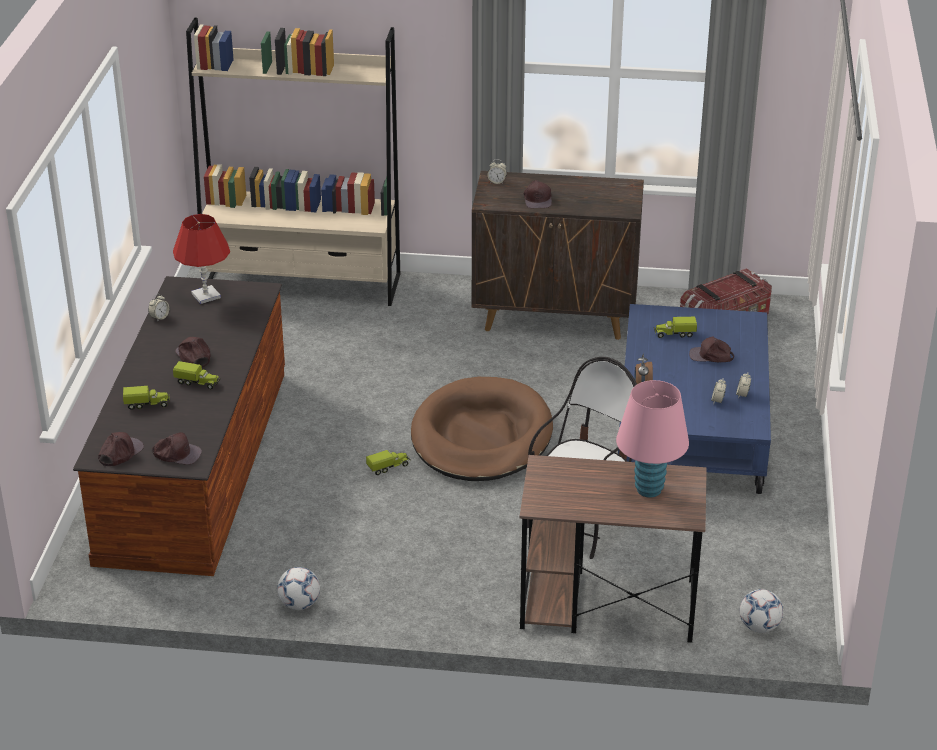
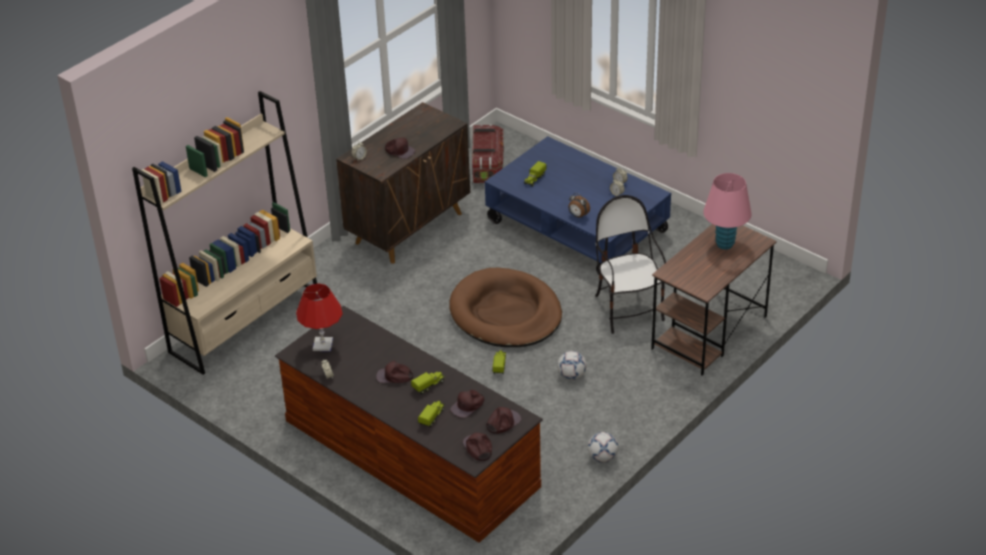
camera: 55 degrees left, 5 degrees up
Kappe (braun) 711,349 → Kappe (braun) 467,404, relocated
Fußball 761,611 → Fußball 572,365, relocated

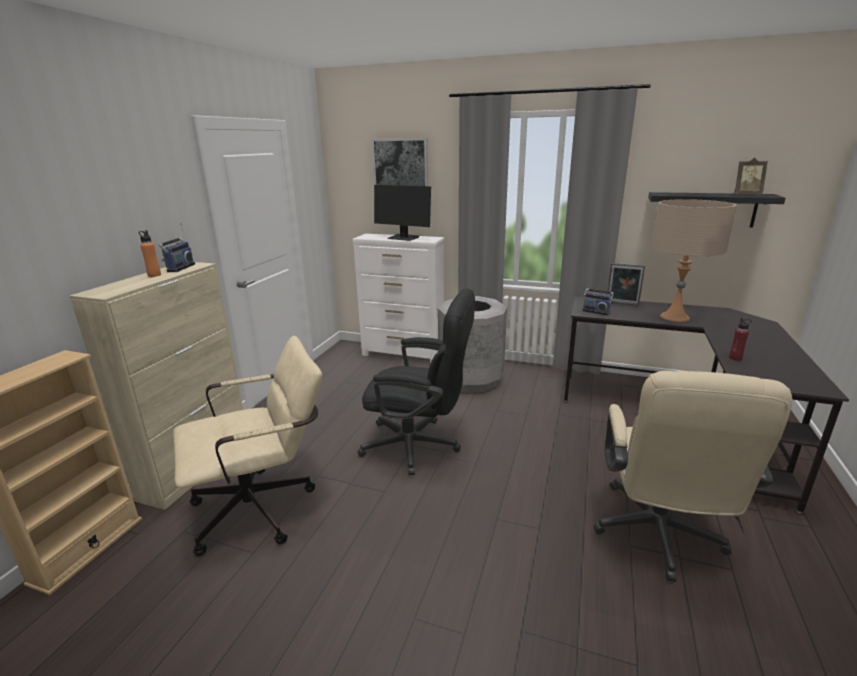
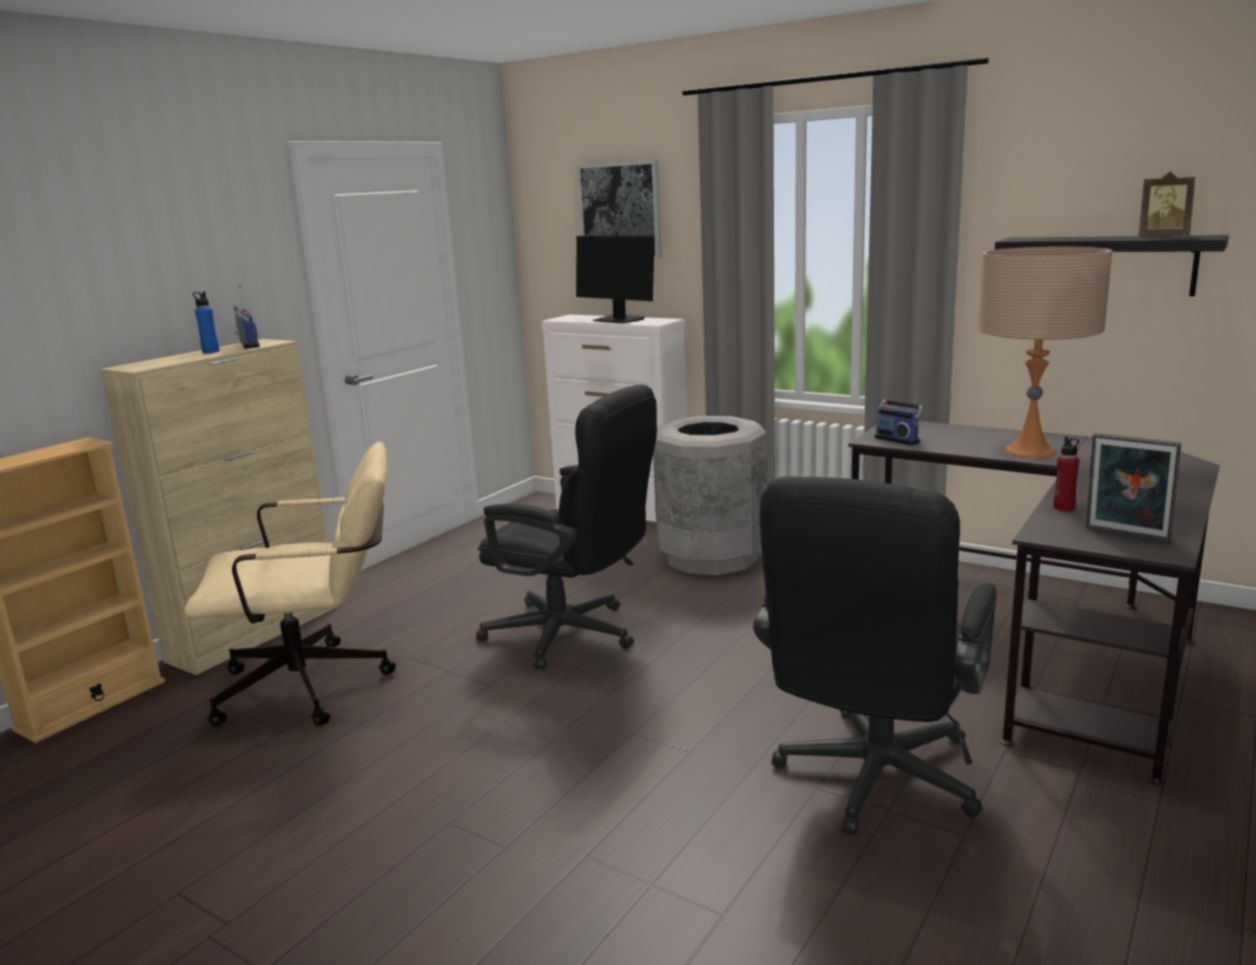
camera: 15 degrees right, 5 degrees down
Radio 177,247 → Radio 247,317, 45 degrees counterclockwise
Flasche (orange) 149,253 → Flasche (blau) 206,322
Bilderrahmen 626,284 → Bilderrahmen 1133,487, relocated
Bürostuhl (beige) 693,476 → Bürostuhl (schwarz) 875,655

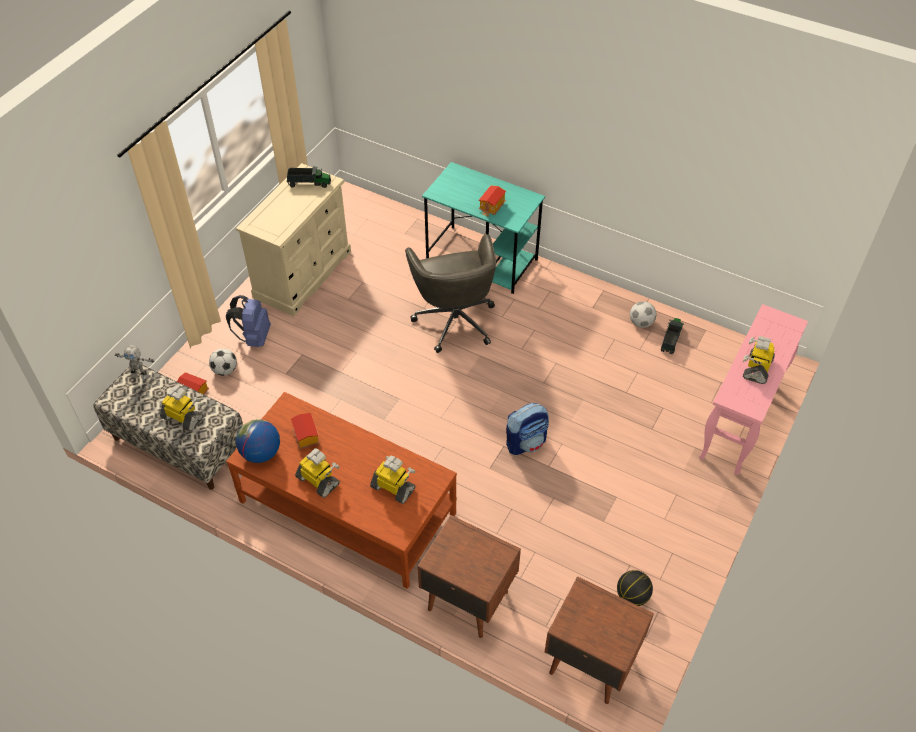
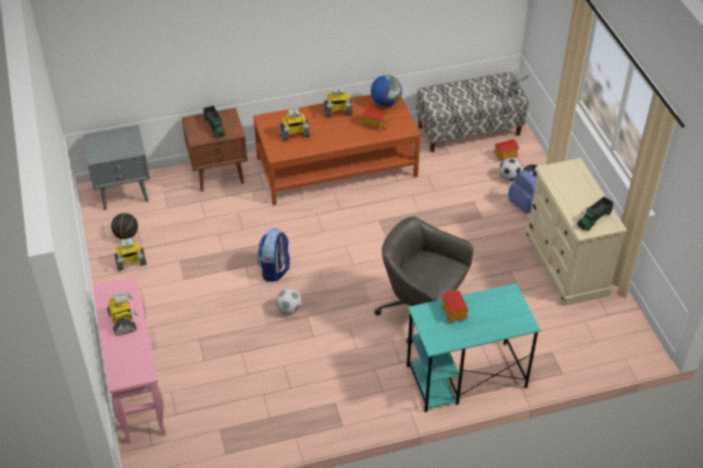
camera: 135 degrees right, 5 degrees down
Fußball 643,314 → Fußball 289,301, relocated
Spielzeuglaster 672,336 → Spielzeuglaster 214,122, relocated
Spielzeugroboter 182,408 → Spielzeugroboter 130,254, relocated
Nachttisch (braun) 599,640 → Nachttisch (grau) 116,167

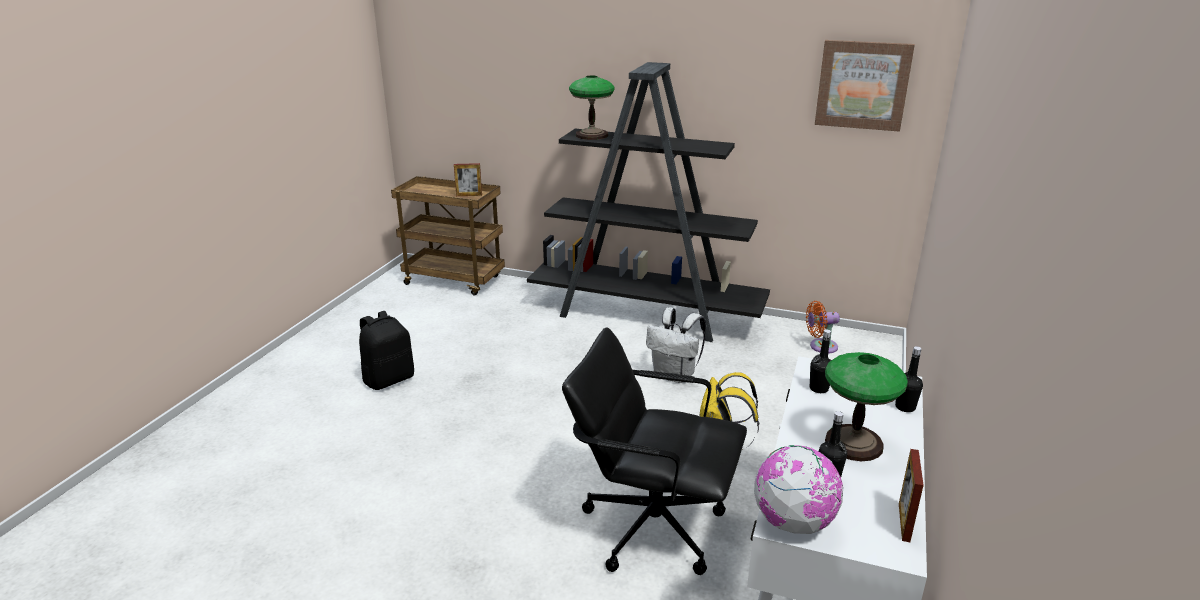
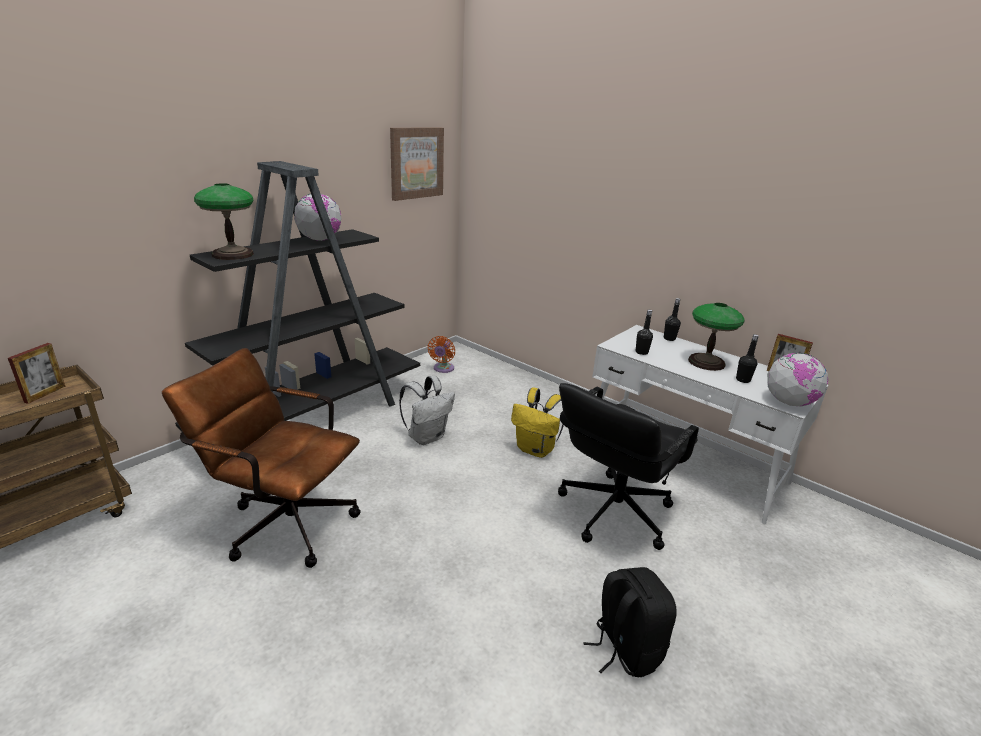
camera: 70 degrees left, 0 degrees up
Rucksack (schwarz) 386,350 → Rucksack (schwarz) 630,622, relocated
- → Globus 317,217
- → Bürostuhl (braun) 261,458

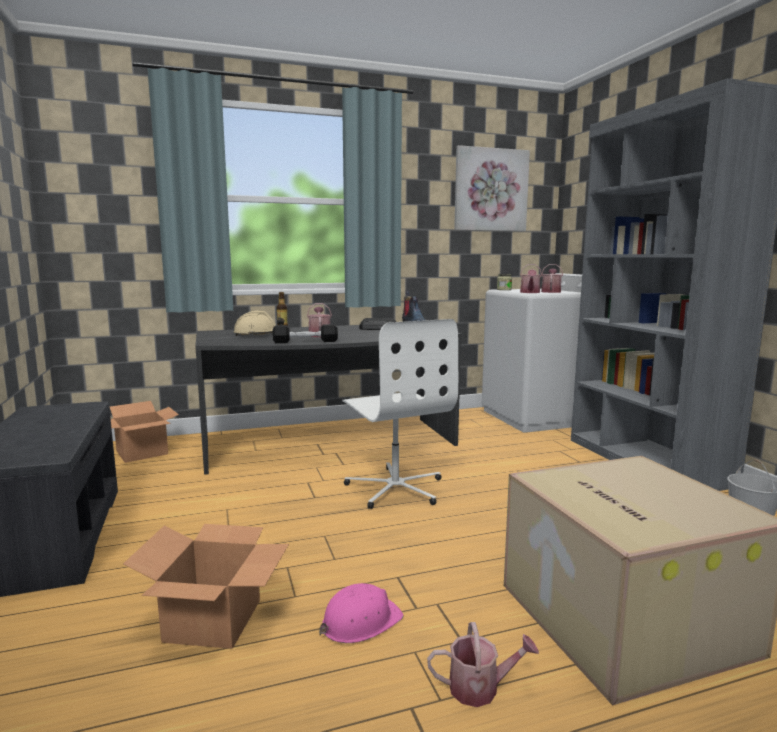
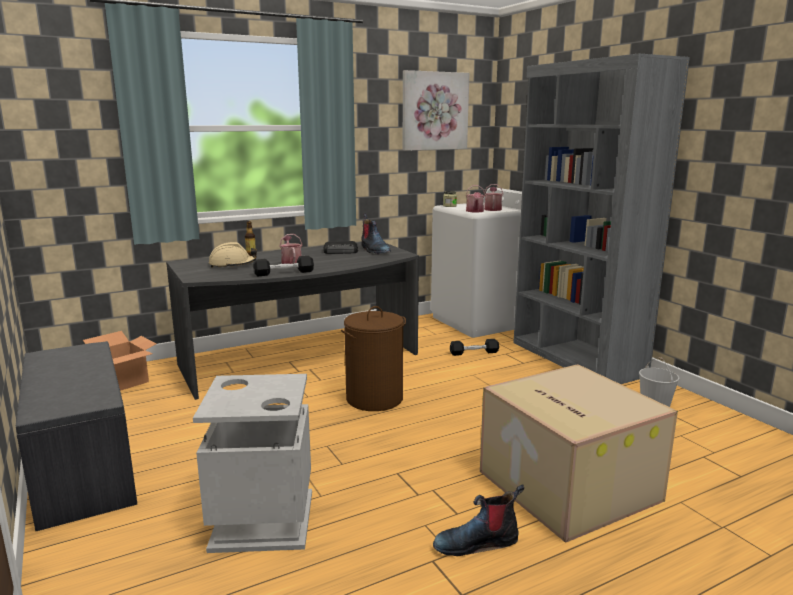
camera: 10 degrees left, 5 degrees up
Bürostuhl (weiß) 400,414 → Wäschekorb (braun) 373,358
Karton 206,586 → Mülleimer (grau) 252,463
Schutzhelm (rosa) 361,613 → -
Gießkanne 483,664 → Stiefel 478,520
- → Hantel (schwarz) 474,347

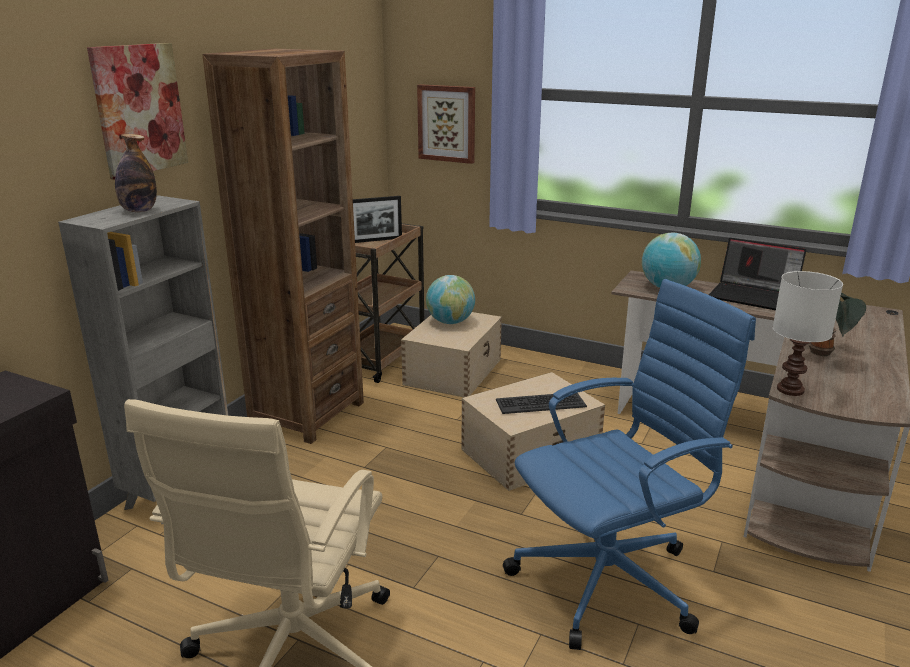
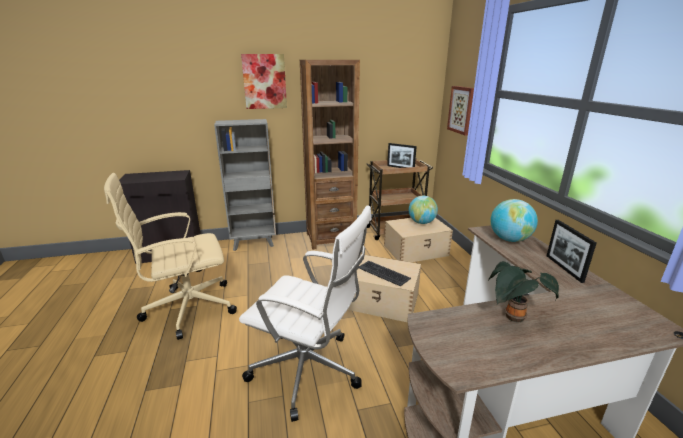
camera: 50 degrees right, 0 degrees up
Flasche 136,173 → -
Laptop 757,274 → Bilderrahmen 572,251
Tischlampe (weiß) 808,333 → -
Bürostuhl (blau) 629,464 → Bürostuhl (weiß) 305,313

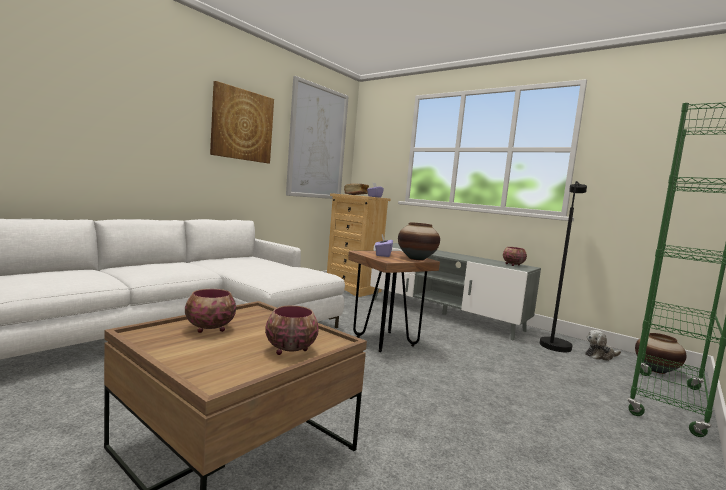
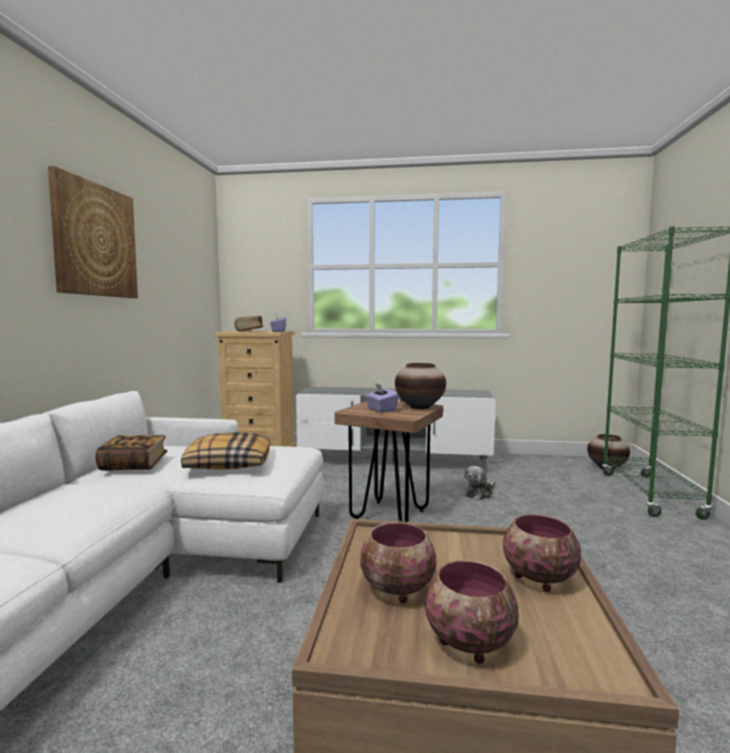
camera: 30 degrees left, 0 degrees up
Bild 317,137 → -
Stehlampe (schwarz) 563,266 → -
Schüssel 515,256 → Schüssel 472,612, relocated
Plüschtier 603,345 → Plüschtier 479,483, relocated
- → Kissen 225,450
- → Buch 131,453

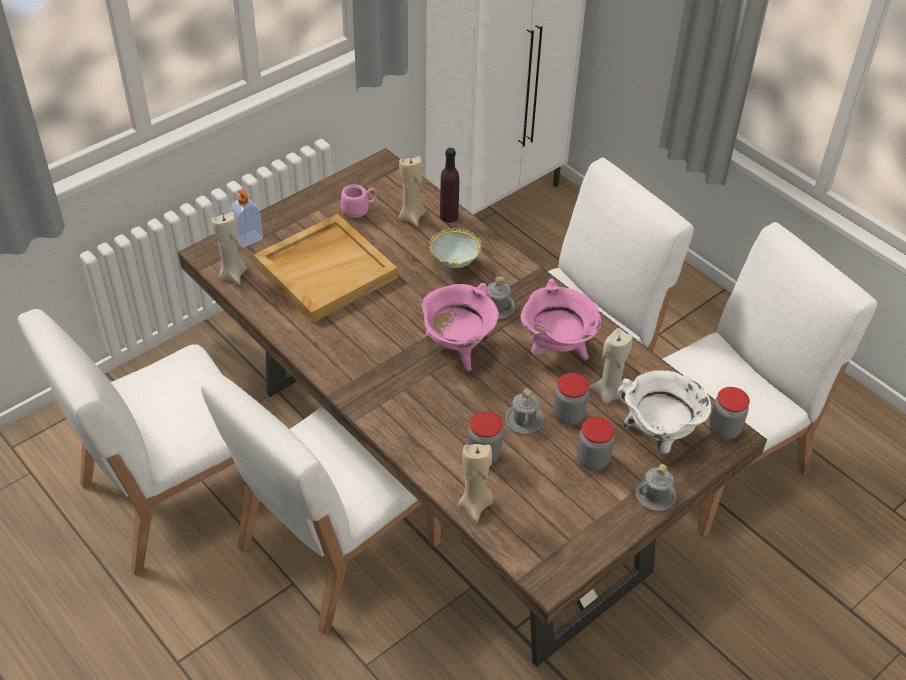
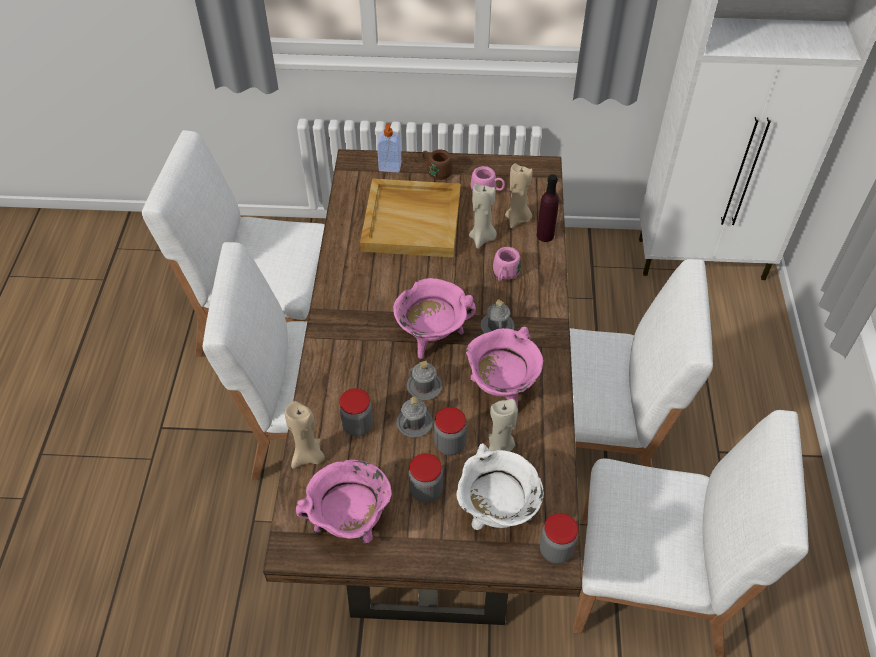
camera: 45 degrees right, 5 degrees up
Kerze (beige) 229,248 → Kerze (beige) 483,216, relocated
Schüssel 455,248 → Henkelbecher (rosa) 507,264
Henkelbecher (grau) 656,487 → Henkelbecher (grau) 424,380, relocated
- → Henkelbecher (braun) 437,164
- → Kochtopf (rosa) 344,501

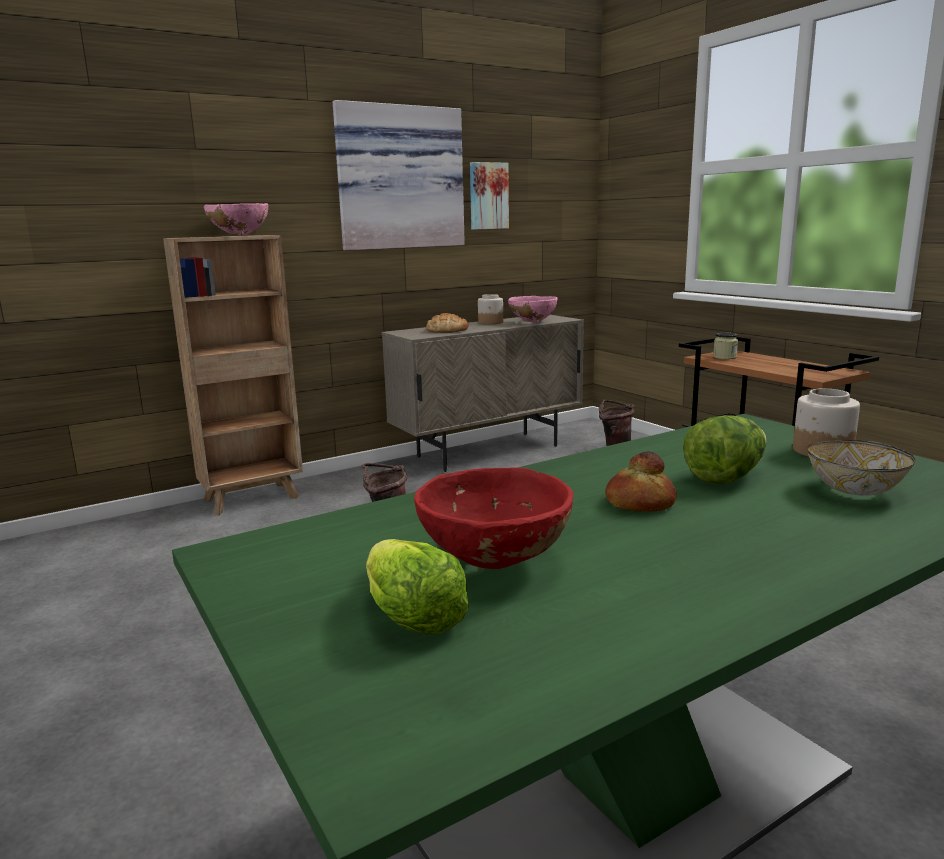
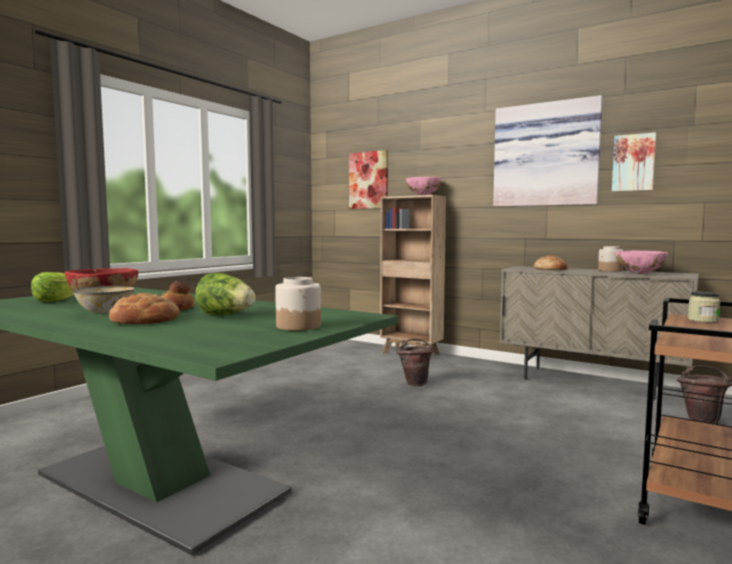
camera: 65 degrees right, 10 degrees down
Schüssel 861,468 → Schüssel 104,299, relocated
- → Bild 368,179
- → Brot 144,308

